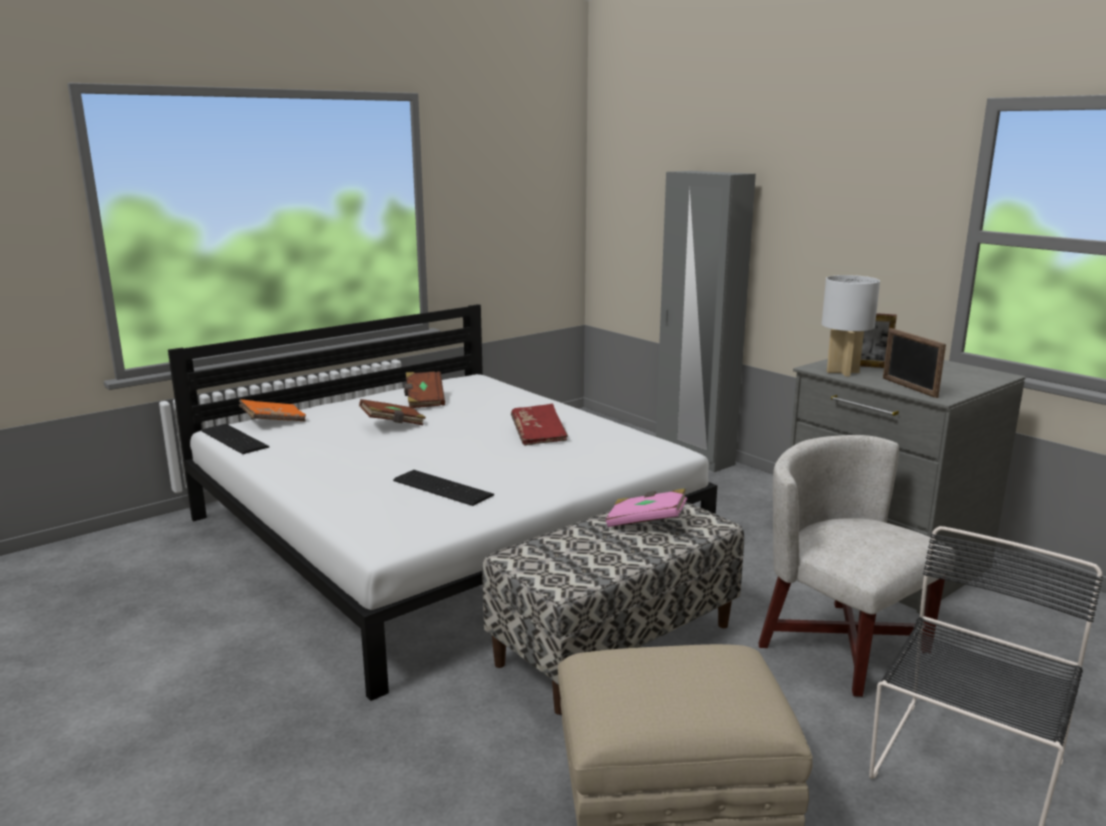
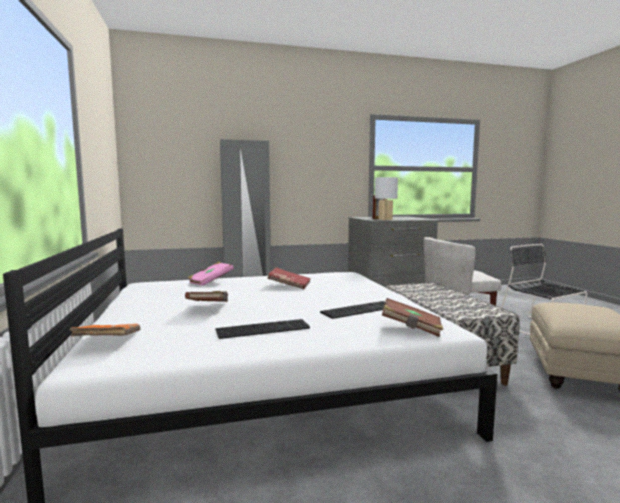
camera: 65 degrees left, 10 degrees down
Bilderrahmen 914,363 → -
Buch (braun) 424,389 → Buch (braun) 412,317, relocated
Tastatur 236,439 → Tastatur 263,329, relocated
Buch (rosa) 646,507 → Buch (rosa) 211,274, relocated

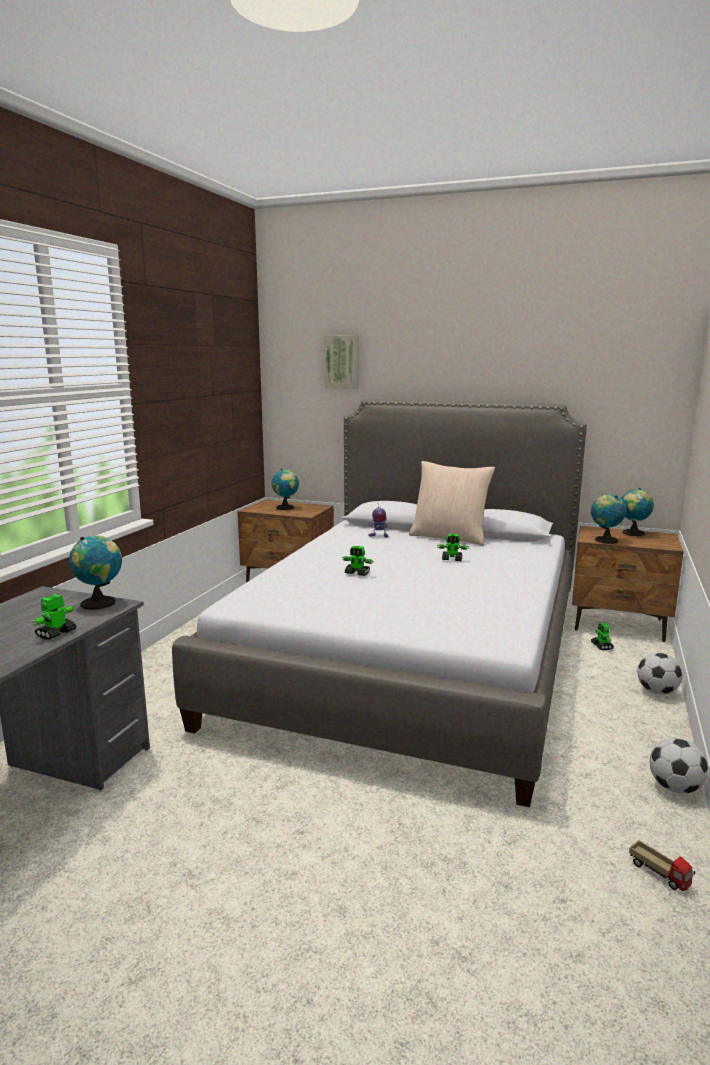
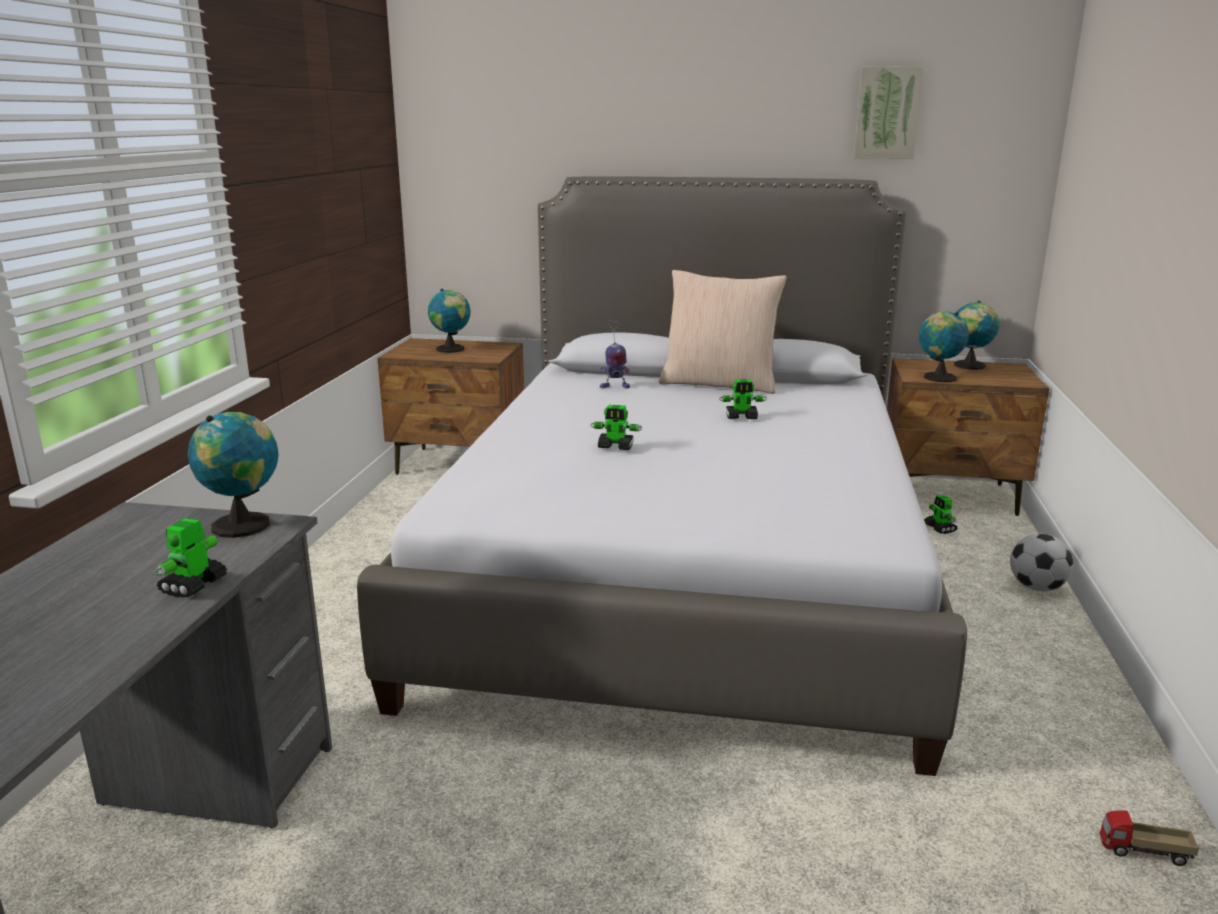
camera: 10 degrees left, 5 degrees up
Bild 341,362 → Bild 888,112, relocated
Fußball 679,766 → -
Spielzeuglaster 662,865 → Spielzeuglaster 1149,838, 150 degrees clockwise

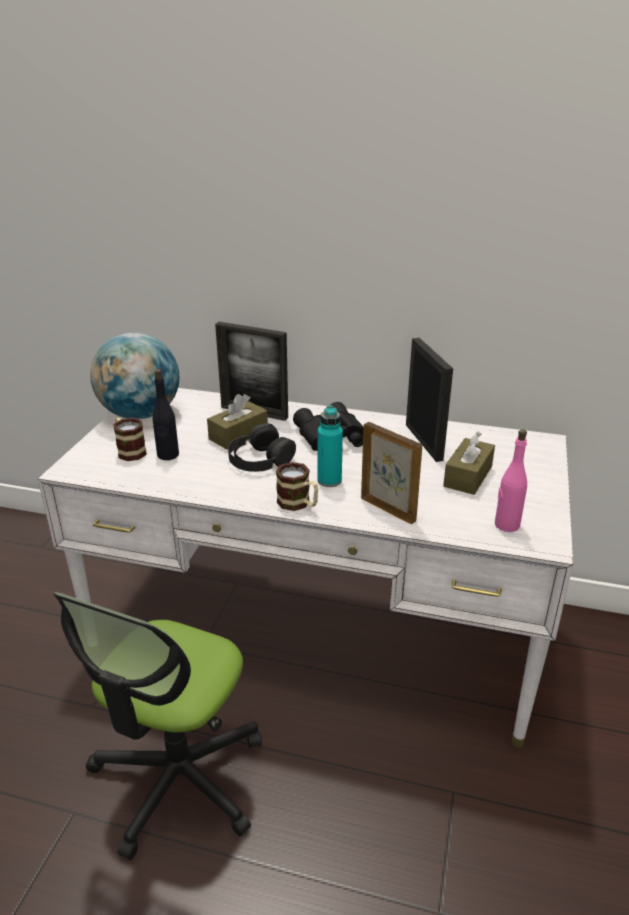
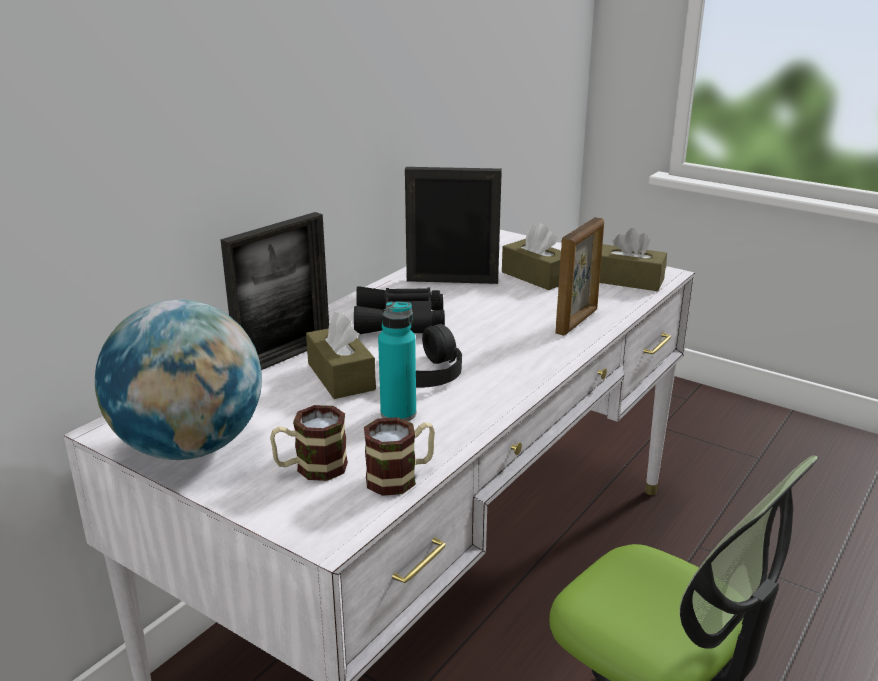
camera: 70 degrees left, 5 degrees down
Flasche (schwarz) 165,414 → -
Flasche (türkis) 330,446 → Flasche (türkis) 397,361, relocated
Bilderrahmen 391,473 → Bilderrahmen 579,276, 150 degrees clockwise
Flasche (rosa) 511,480 → Taschentuchbox (braun) 633,259
Henkelbecher 297,486 → Henkelbecher 399,456, relocated

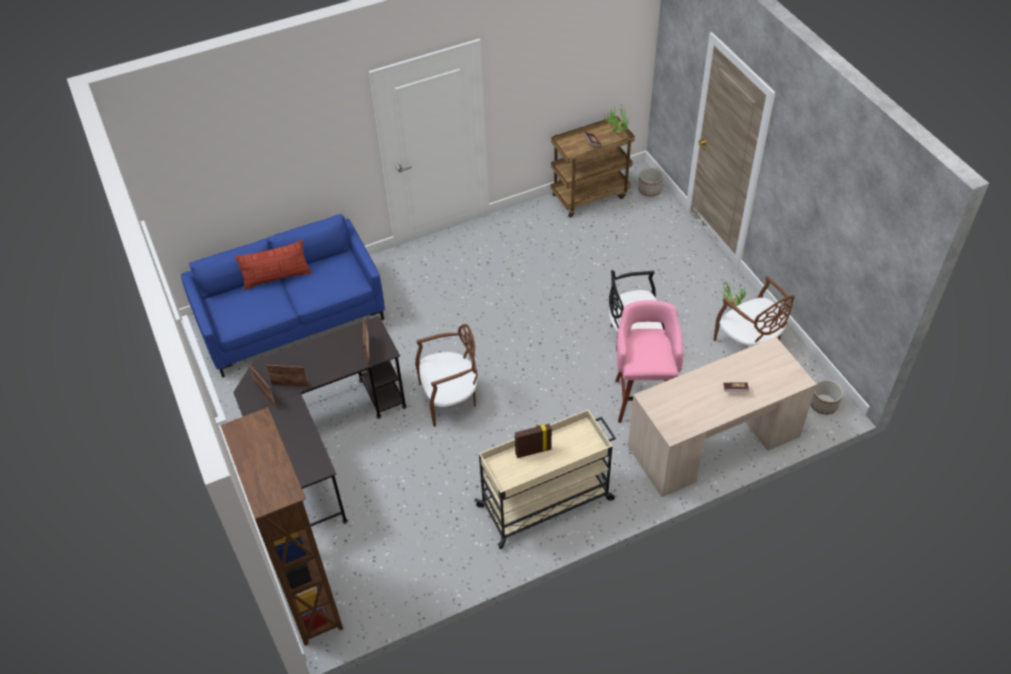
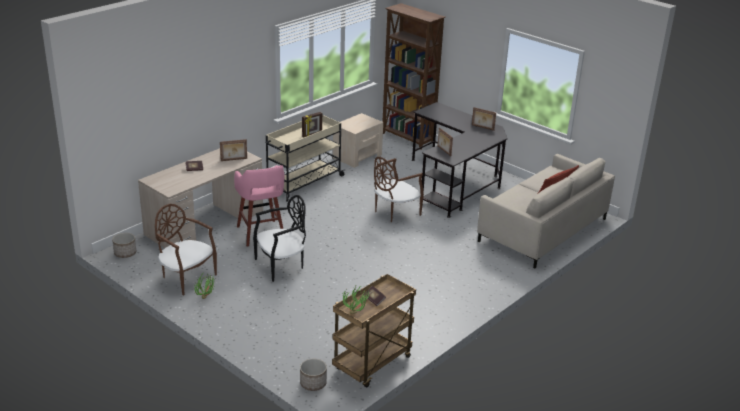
camera: 155 degrees right, 20 degrees down
Sofa (blau) 283,296 → Sofa (beige) 546,211
Bilderrahmen 288,376 → Bilderrahmen 233,150, relocated
- → Nachttisch (beige) 358,140

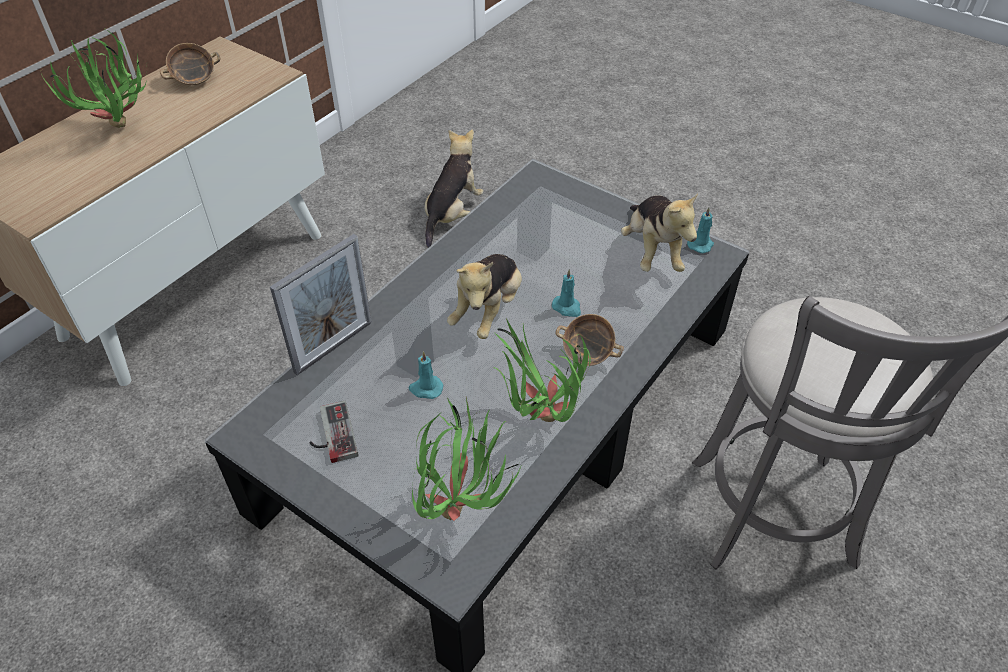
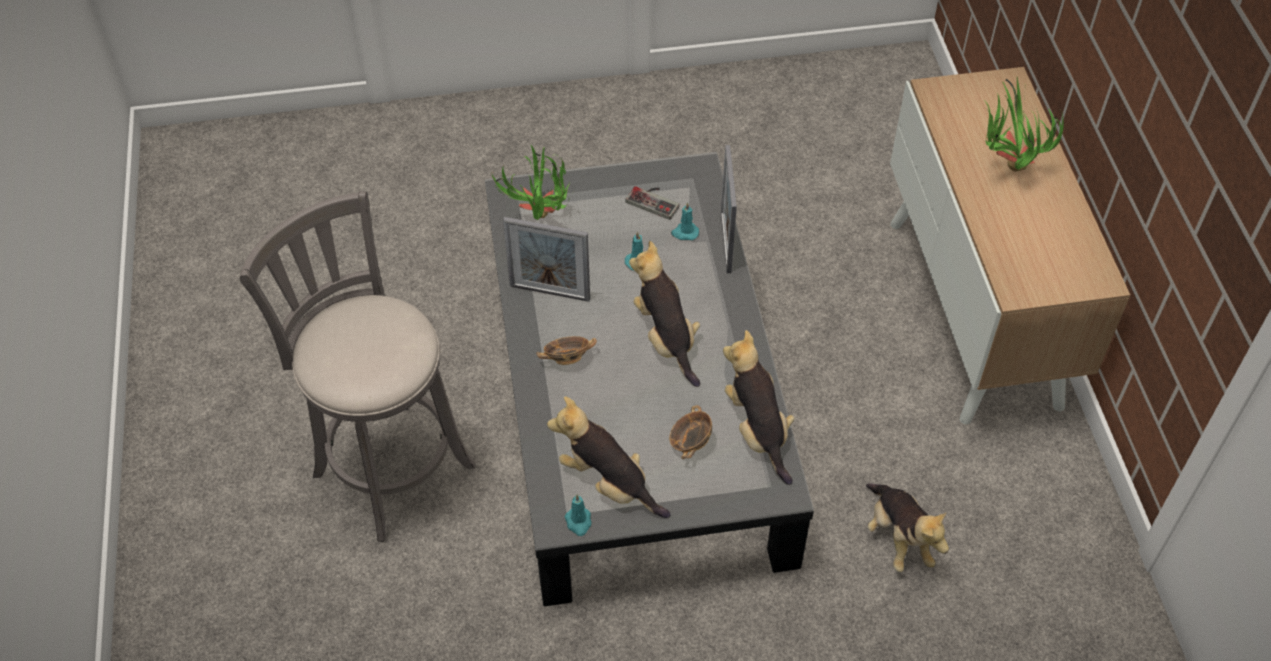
camera: 135 degrees right, 5 degrees up
Schüssel 190,64 → Schüssel 690,432, relocated
Kerze (türkis) 566,293 → Kerze (türkis) 685,221, relocated
Topfpflanze 542,370 → Bilderrahmen 546,259
- → Plüschtier 758,407

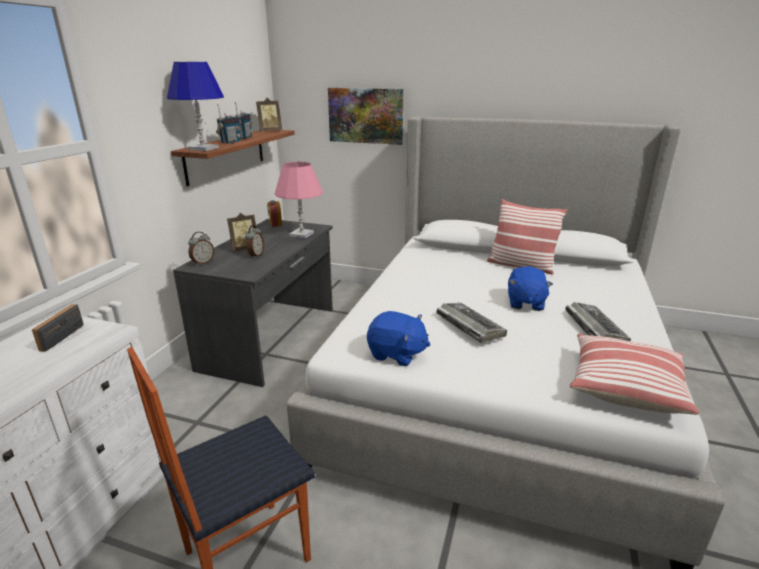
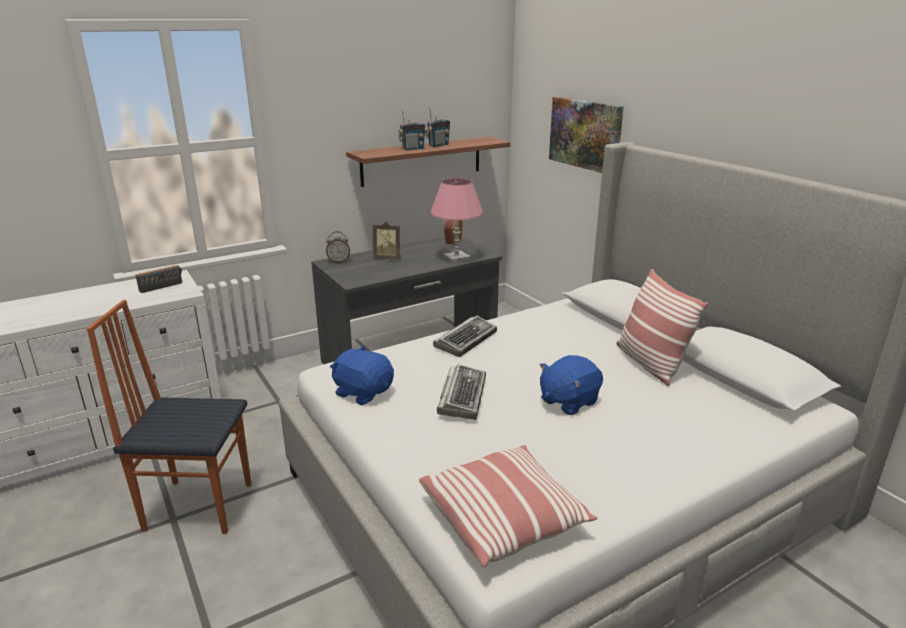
camera: 40 degrees right, 0 degrees up
Tischlampe (blau) 195,106 → -
Bilderrahmen 269,114 → -
Wecker 254,241 → -
Tastatur 598,321 → Tastatur 465,336, relocated
Plüschtier (blau) 399,338 → Plüschtier (blau) 362,375, 150 degrees clockwise

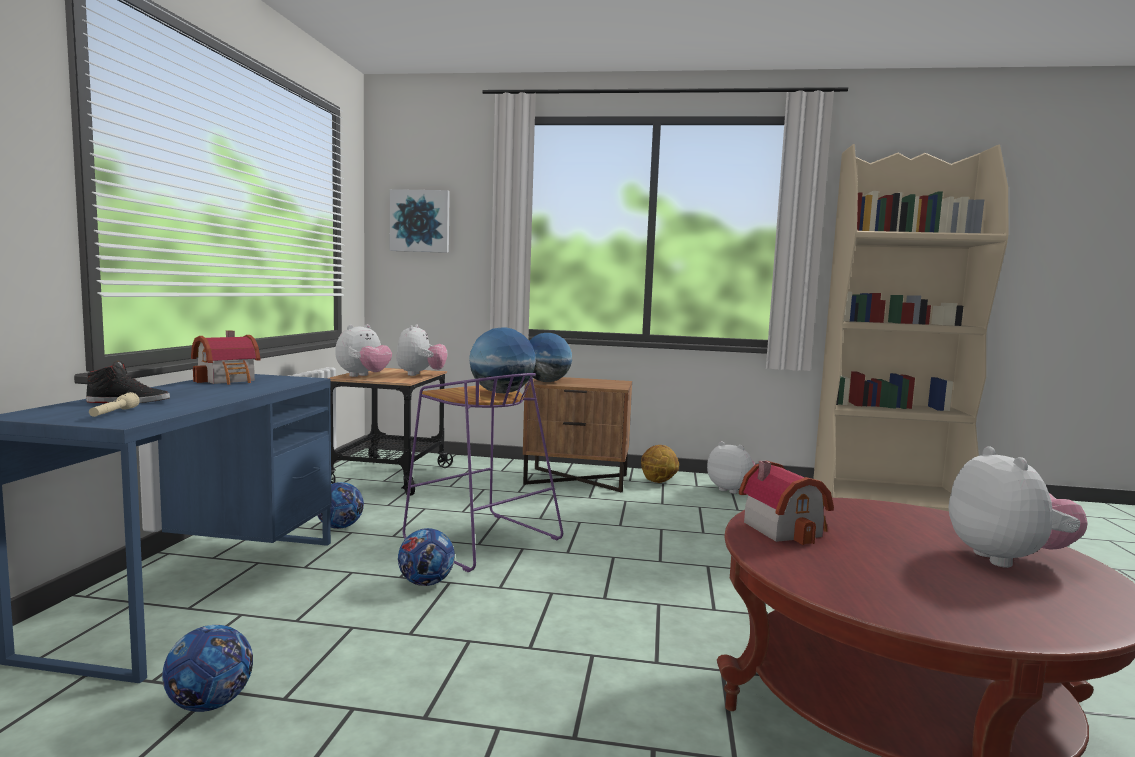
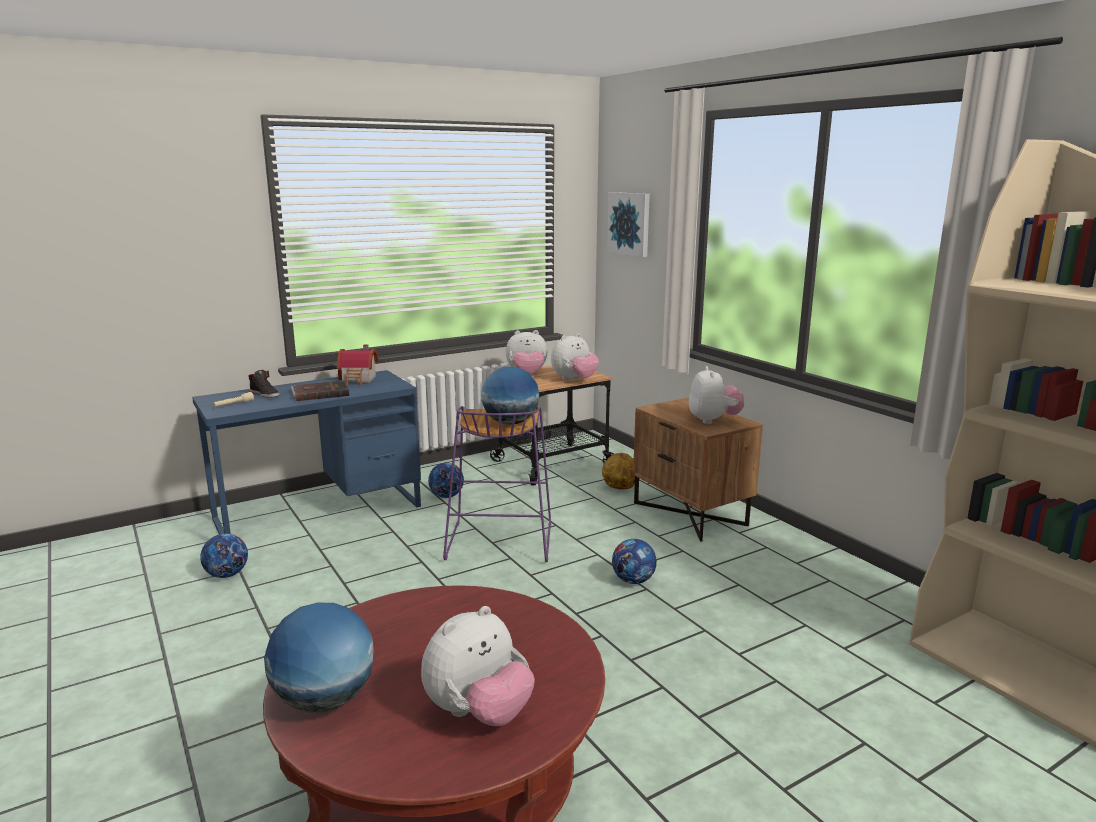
camera: 50 degrees right, 10 degrees up
Globus 550,357 → Globus 319,658, relocated
Plüschtier 731,467 → Plüschtier 716,395, relocated
Basketball 660,464 → Basketball 618,471, relocated
Spielzeughaus 786,503 → -
Fußball 426,557 → Fußball 634,561, relocated
- → Buch (braun) 320,390

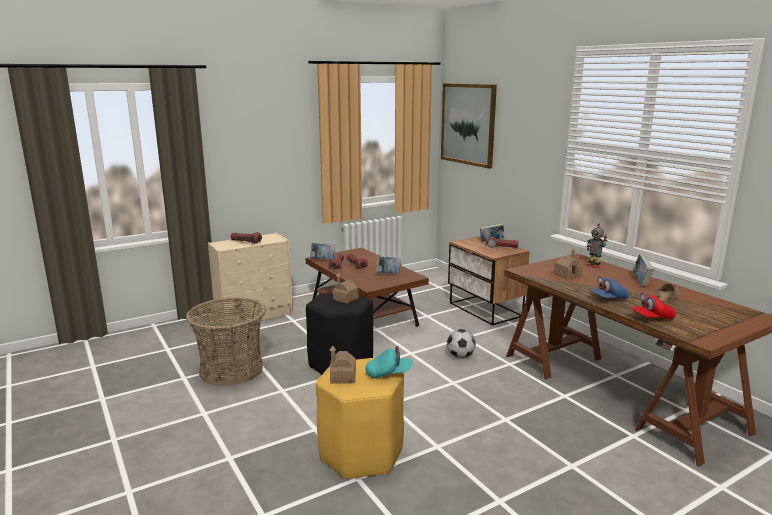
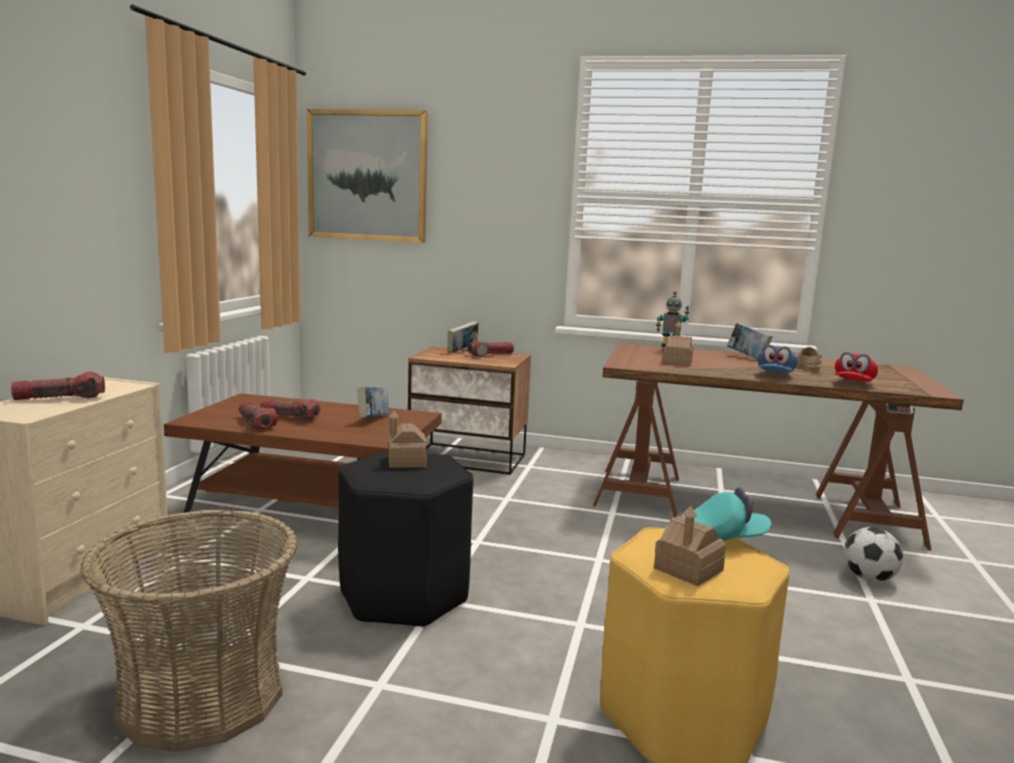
camera: 45 degrees left, 5 degrees down
Buch 322,251 → -
Fußball 461,343 → Fußball 873,554, relocated
Kappe (türkis) 389,362 → Kappe (türkis) 727,514, 45 degrees clockwise

